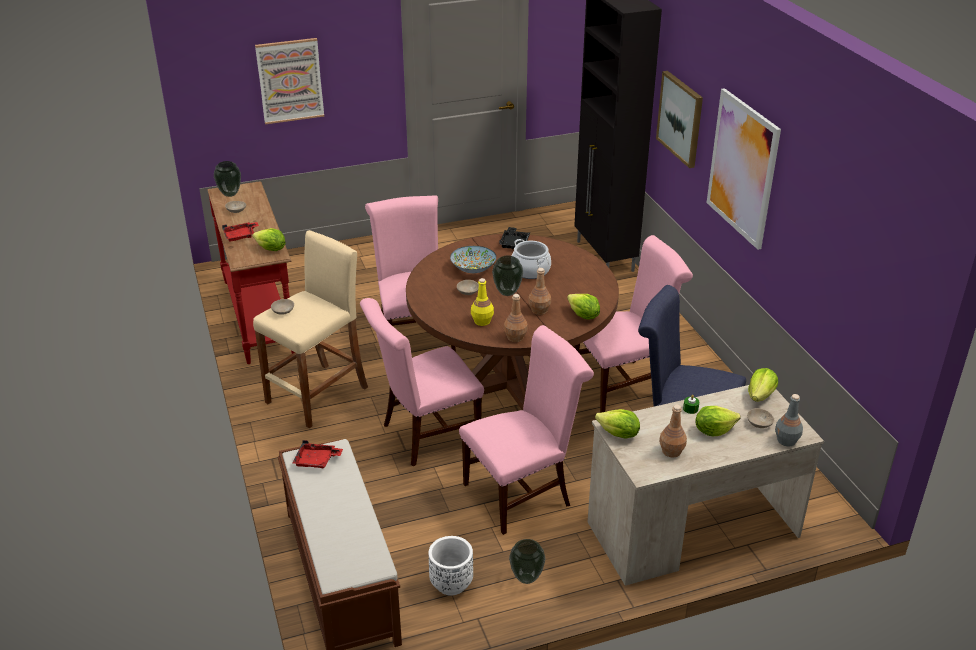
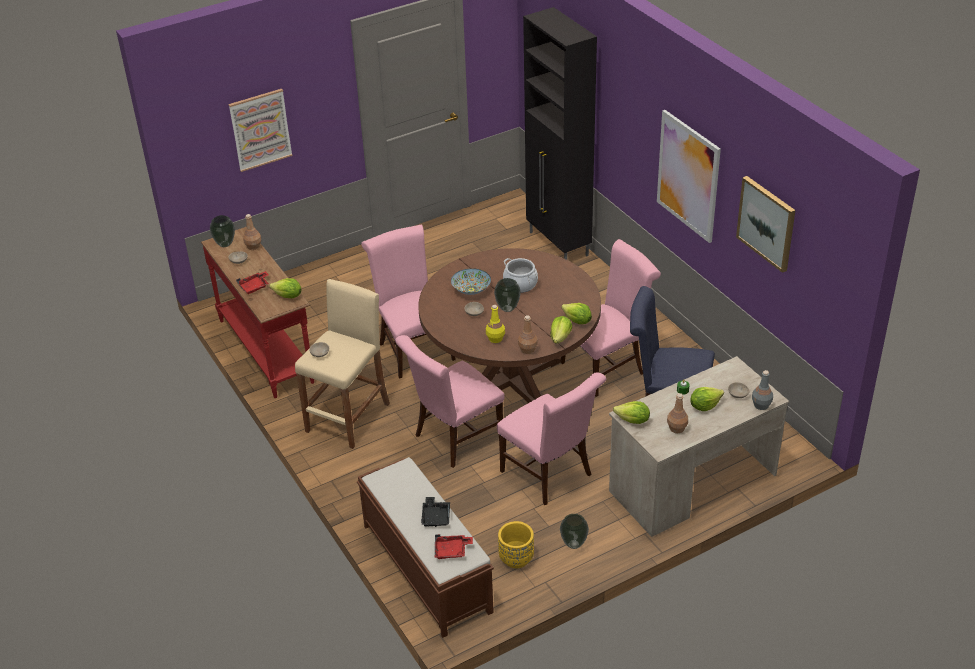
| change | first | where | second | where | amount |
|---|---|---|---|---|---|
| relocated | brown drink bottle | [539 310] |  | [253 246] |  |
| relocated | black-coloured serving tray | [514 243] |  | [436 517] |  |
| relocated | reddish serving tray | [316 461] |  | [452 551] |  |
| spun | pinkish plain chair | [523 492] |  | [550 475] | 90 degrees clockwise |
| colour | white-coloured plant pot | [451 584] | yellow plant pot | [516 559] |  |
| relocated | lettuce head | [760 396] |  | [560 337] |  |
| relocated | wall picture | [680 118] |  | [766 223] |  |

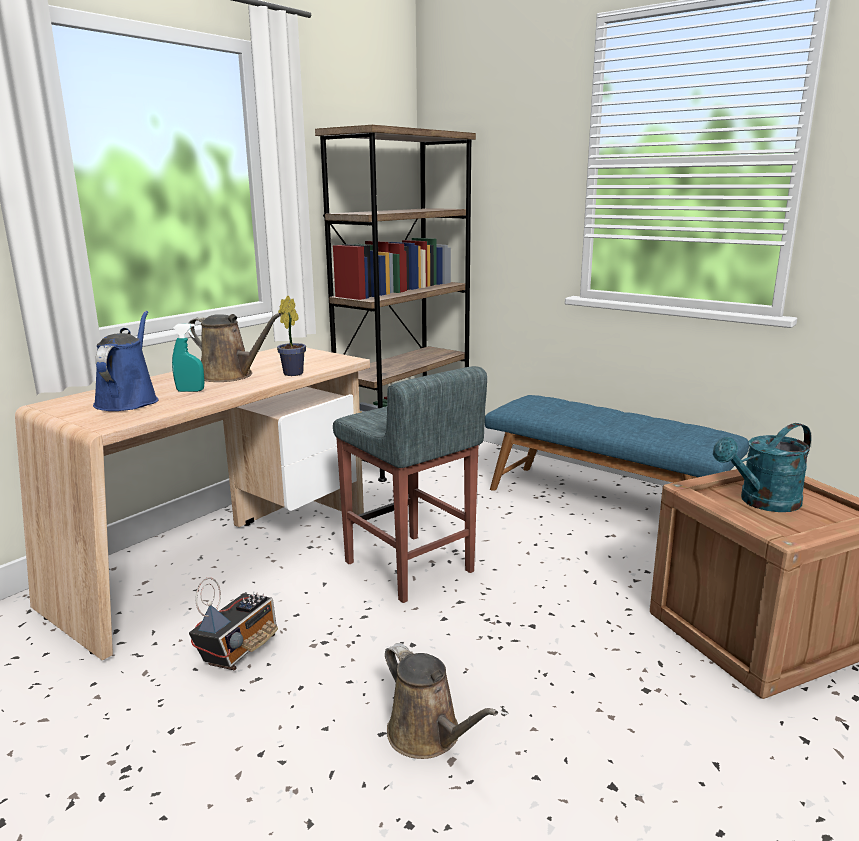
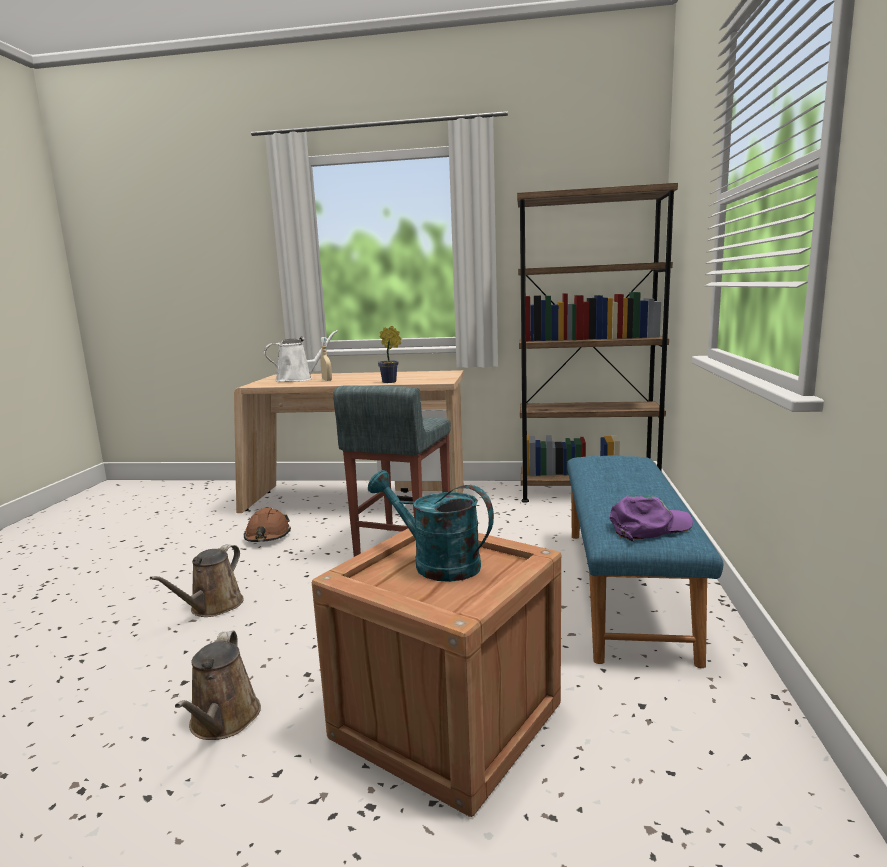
| change | first | where | second | where | amount |
|---|---|---|---|---|---|
| relocated | brown watering pot | [230 376] |  | [223 722] |  |
| exchanged | radio | [240 650] | brown hard hat | [267 536] |  |
| colour | blue-coloured watering pot | [129 400] | white-coloured watering pot | [298 379] |  |
| colour | turquoise sprayer | [190 391] | sand-coloured sprayer | [327 380] |  |
| appeared |  |  | purple-coloured peaked cap | [649 527] |  |

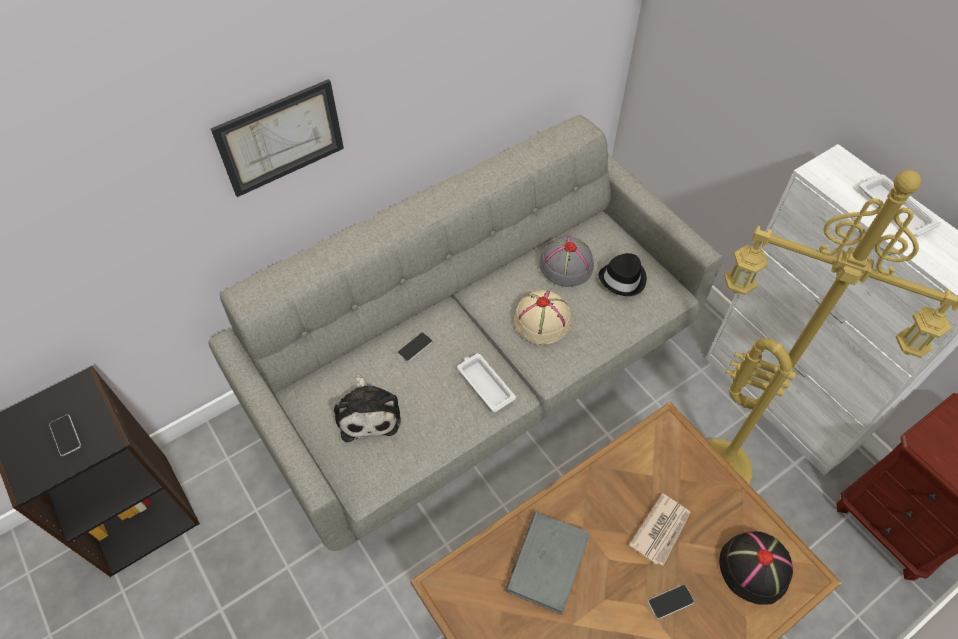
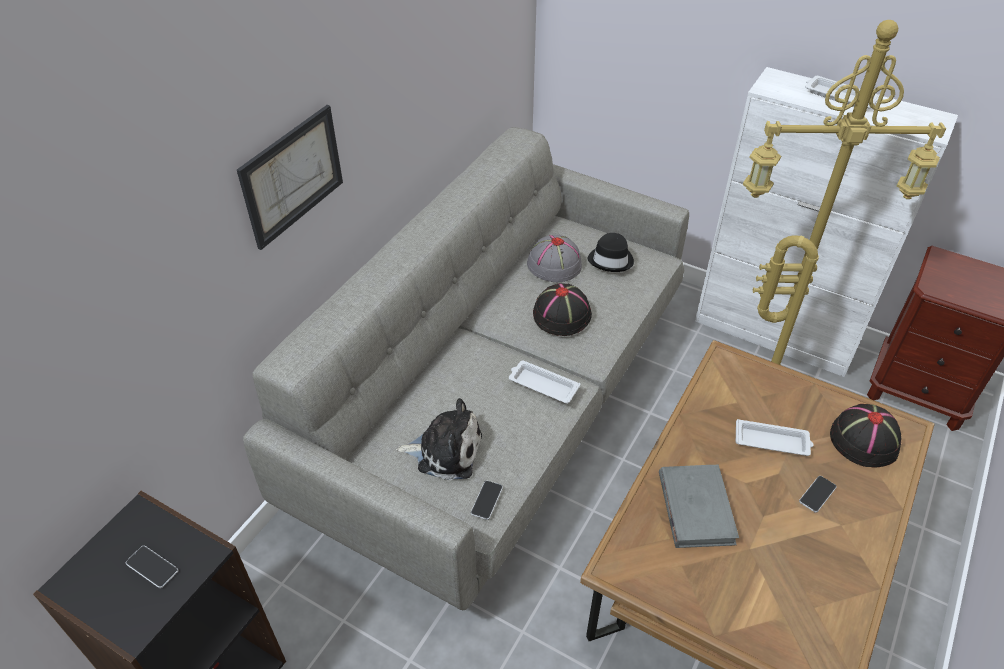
| change | first | where | second | where | amount |
|---|---|---|---|---|---|
| spun | cuddly toy | [368 413] |  | [445 451] | 45 degrees counterclockwise |
| relocated | telephone | [415 347] |  | [486 500] |  |
| colour | sand-coloured wearable hat | [543 320] | black-coloured wearable hat | [562 315] |  |
| exchanged | newspaper | [661 530] | white-coloured serving tray | [772 441] |  |

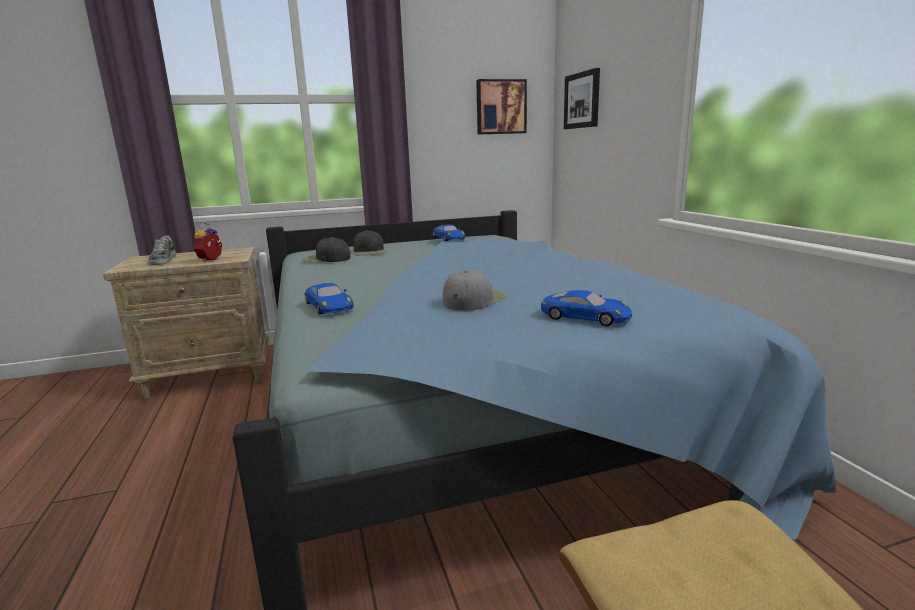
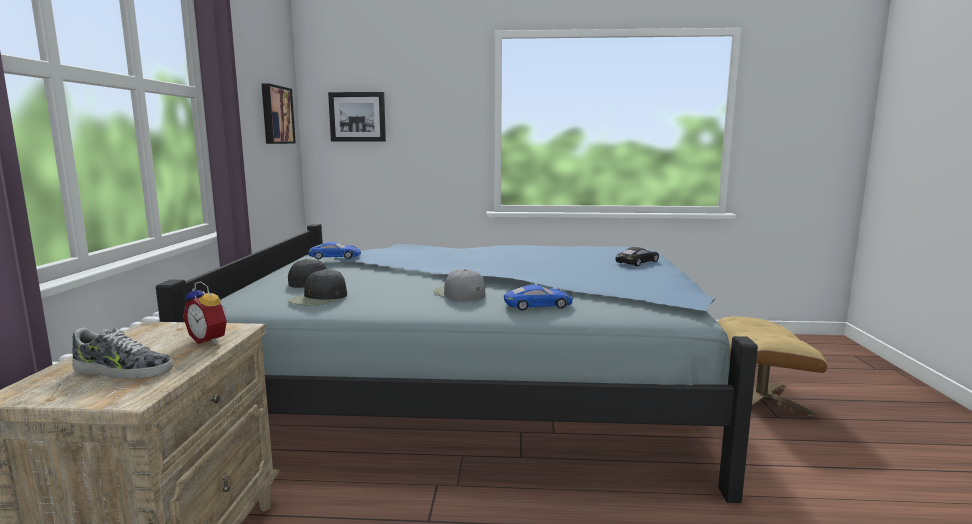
| change | first | where | second | where | amount |
|---|---|---|---|---|---|
| relocated | greyish peaked cap | [473 300] |  | [458 294] |  |
| colour | blue-coloured miniature car | [585 317] | black-coloured miniature car | [637 262] |  |

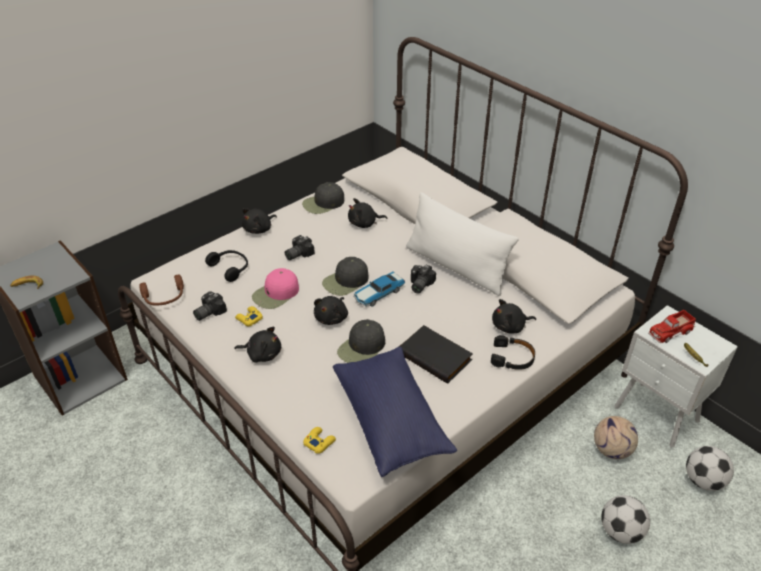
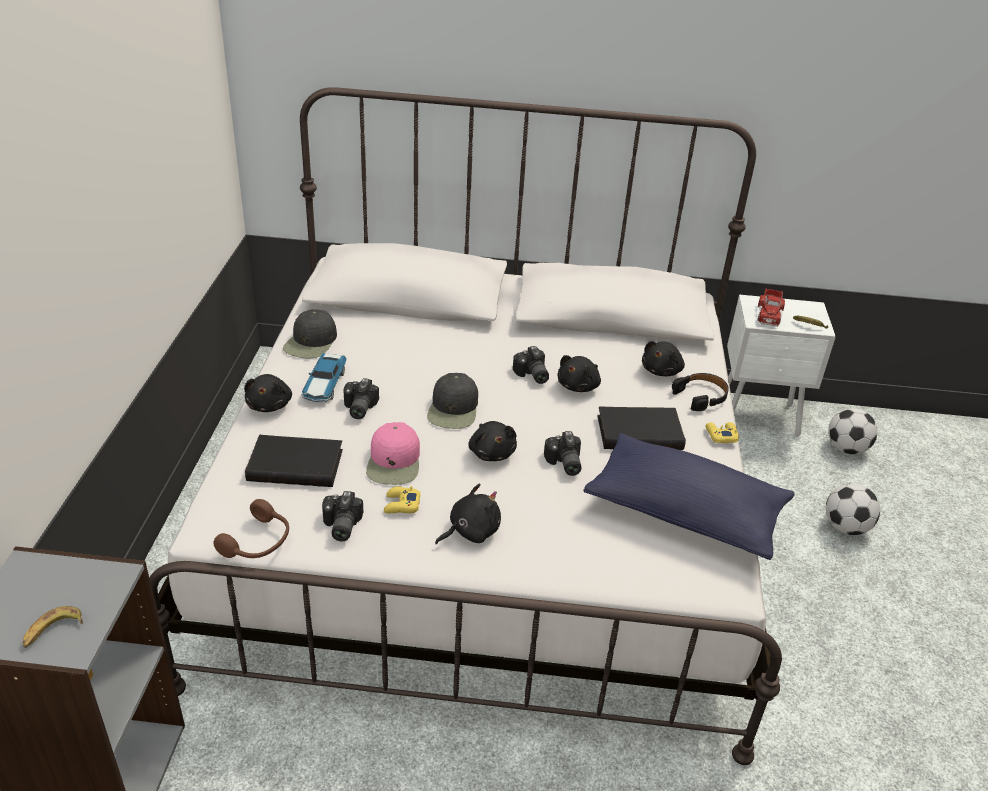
| change | first | where | second | where | amount |
|---|---|---|---|---|---|
| exchanged | black-coloured headphones | [230 268] | black-coloured book | [296 464] |  |
| relocated | miniature car | [378 294] |  | [324 385] |  |
| exchanged | black-coloured peaked cap | [362 348] | still camera | [563 464] |  |
| relocated | black-coloured cuddly toy | [364 223] |  | [579 386] |  |
| relocated | yellow joypad | [319 442] |  | [721 435] |  |
| missing | white-coloured pillow | [456 267] |  |  |  |
| missing | ball for football | [611 449] |  |  |  |

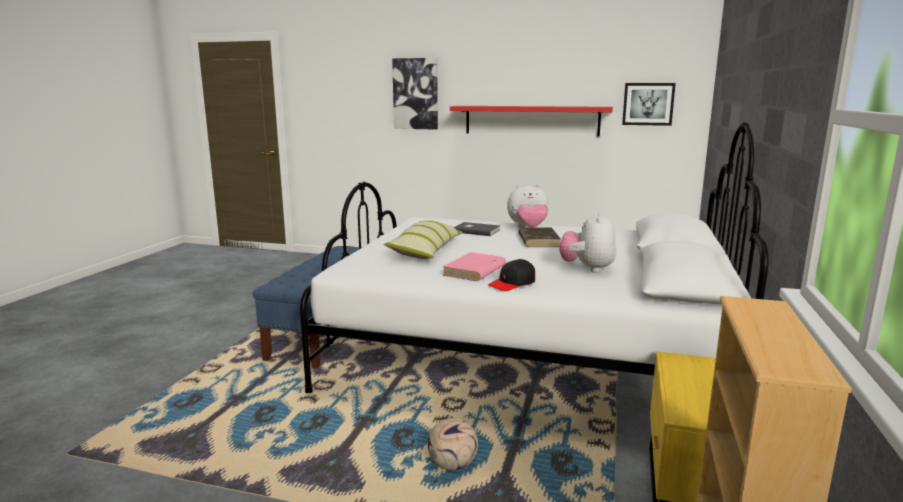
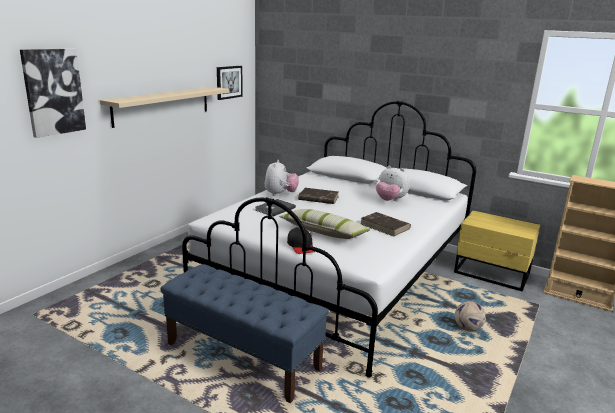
| change | first | where | second | where | amount |
|---|---|---|---|---|---|
| colour | reddish bracket shelf | [531 120] | sand-coloured bracket shelf | [163 105] |  |
| relocated | black-coloured peaked cap | [512 284] |  | [301 246] |  |
| colour | pinkish book | [474 270] | brown book | [385 226] |  |

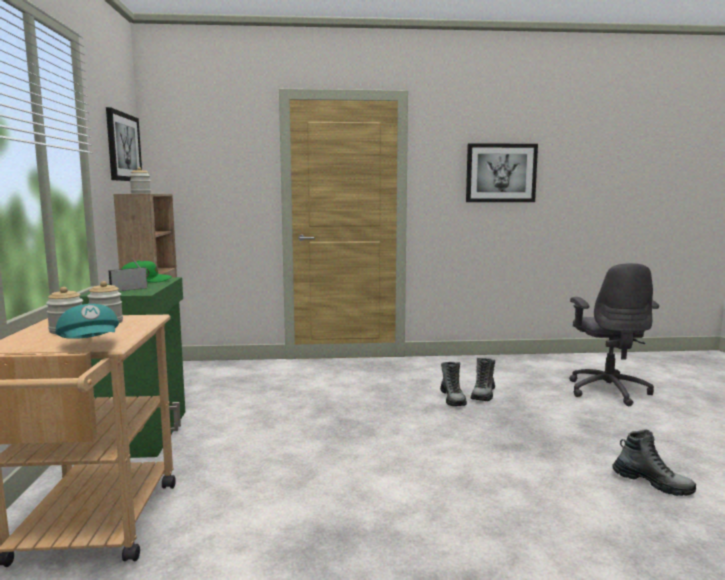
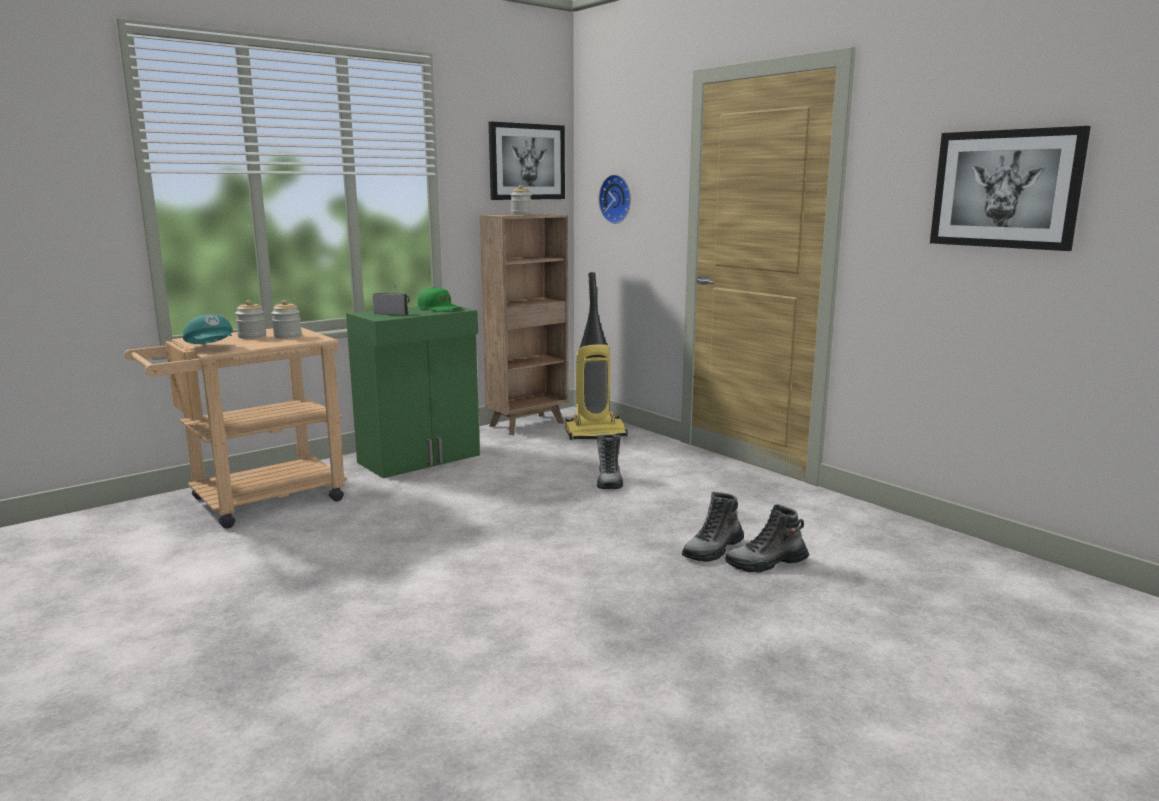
| change | first | where | second | where | amount |
|---|---|---|---|---|---|
| spun | turquoise peaked cap | [91 344] |  | [211 347] | 60 degrees counterclockwise |
| appeared |  |  | hoover | [596 433] |  |
| relocated | high-top boot | [652 483] |  | [609 481] |  |
| appeared |  |  | wall clock | [617 199] |  |
| missing | greyish office chair | [608 391] |  |  |  |

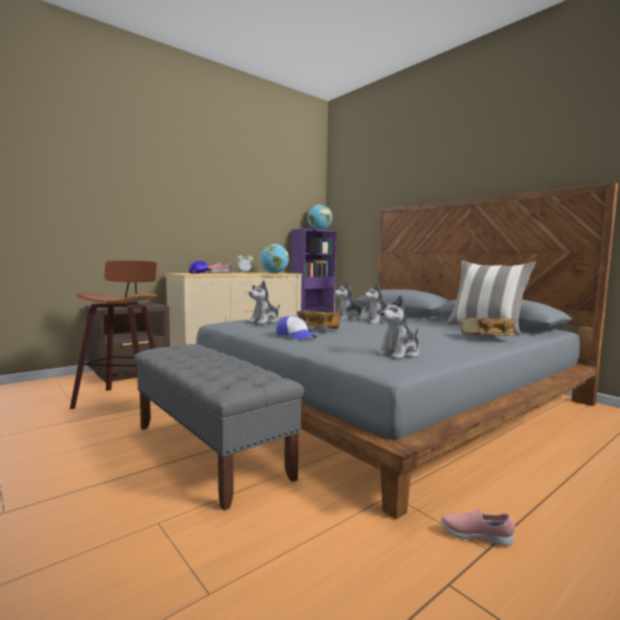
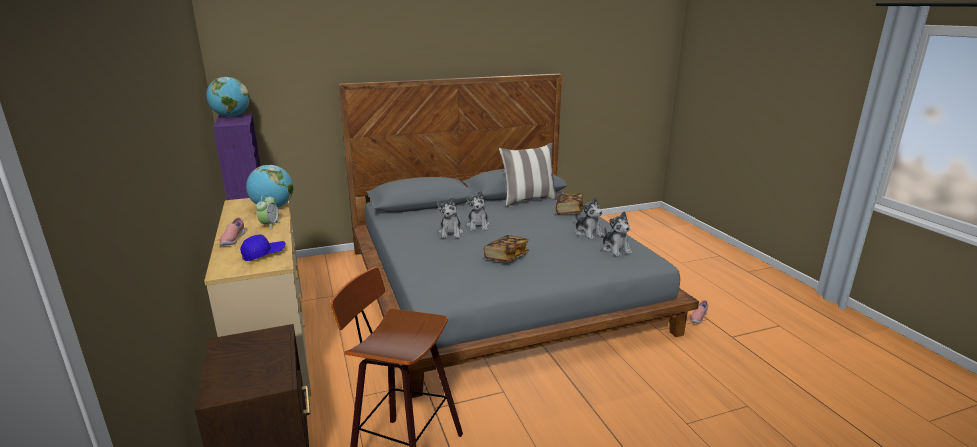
| change | first | where | second | where | amount |
|---|---|---|---|---|---|
| relocated | cuddly toy | [265 321] |  | [588 233] |  |
| missing | greyish long seat | [210 451] |  |  |  |
| missing | peaked cap | [296 336] |  |  |  |

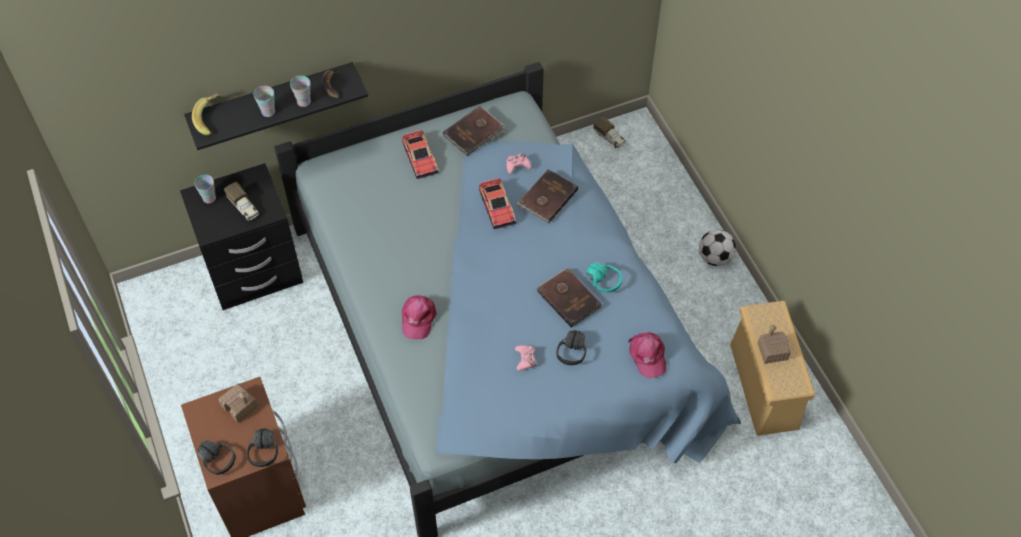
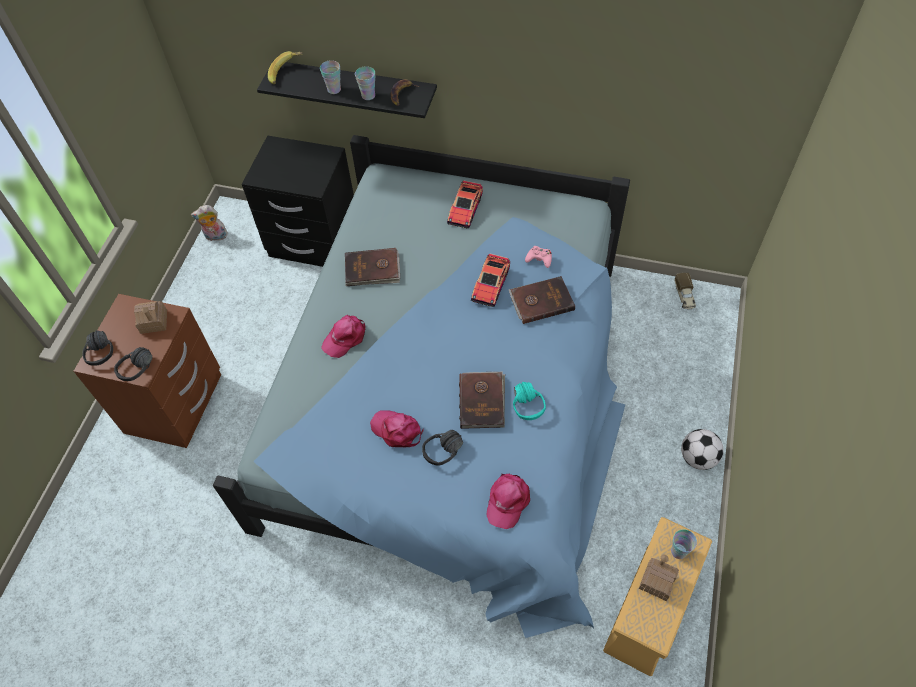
| change | first | where | second | where | amount |
|---|---|---|---|---|---|
| appeared |  |  | cuddly toy | [215 237] |  |
| relocated | brown book | [474 133] |  | [372 269] |  |
| exchanged | pinkish joypad | [525 359] | pinkish peaked cap | [397 430] |  |
| relocated | drinking cup | [209 198] |  | [678 551] |  |
| missing | model truck | [244 207] |  |  |  |

